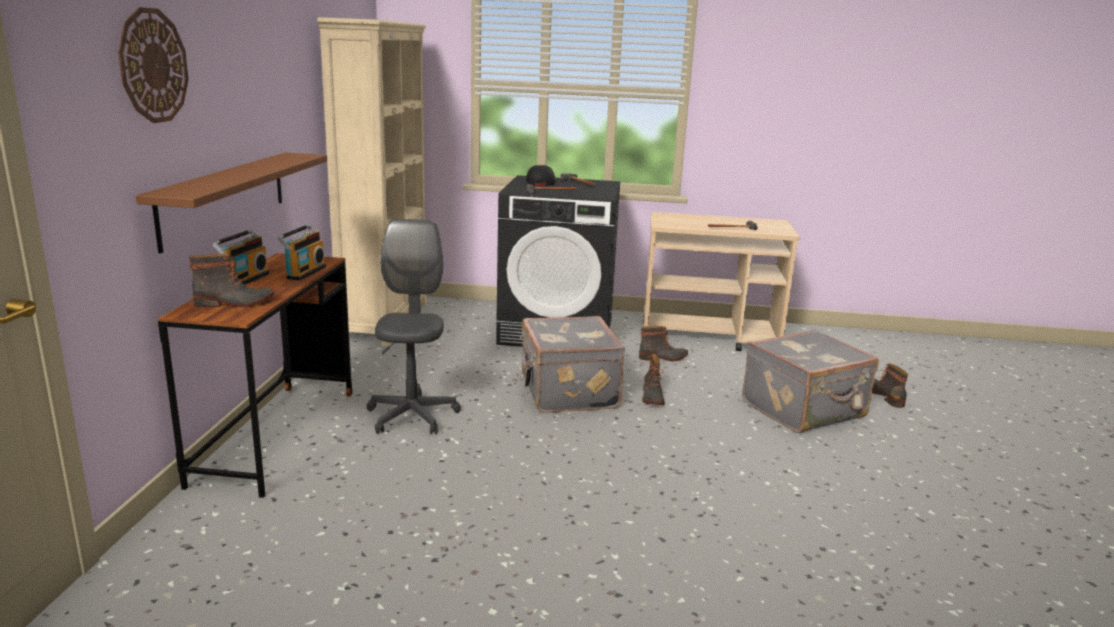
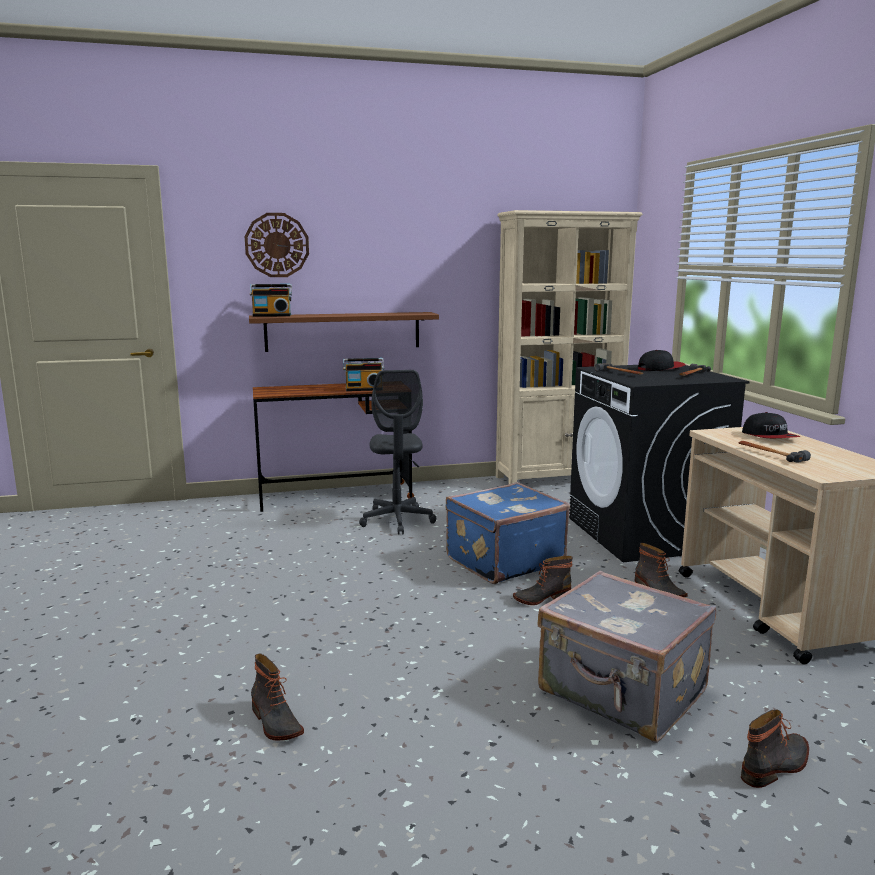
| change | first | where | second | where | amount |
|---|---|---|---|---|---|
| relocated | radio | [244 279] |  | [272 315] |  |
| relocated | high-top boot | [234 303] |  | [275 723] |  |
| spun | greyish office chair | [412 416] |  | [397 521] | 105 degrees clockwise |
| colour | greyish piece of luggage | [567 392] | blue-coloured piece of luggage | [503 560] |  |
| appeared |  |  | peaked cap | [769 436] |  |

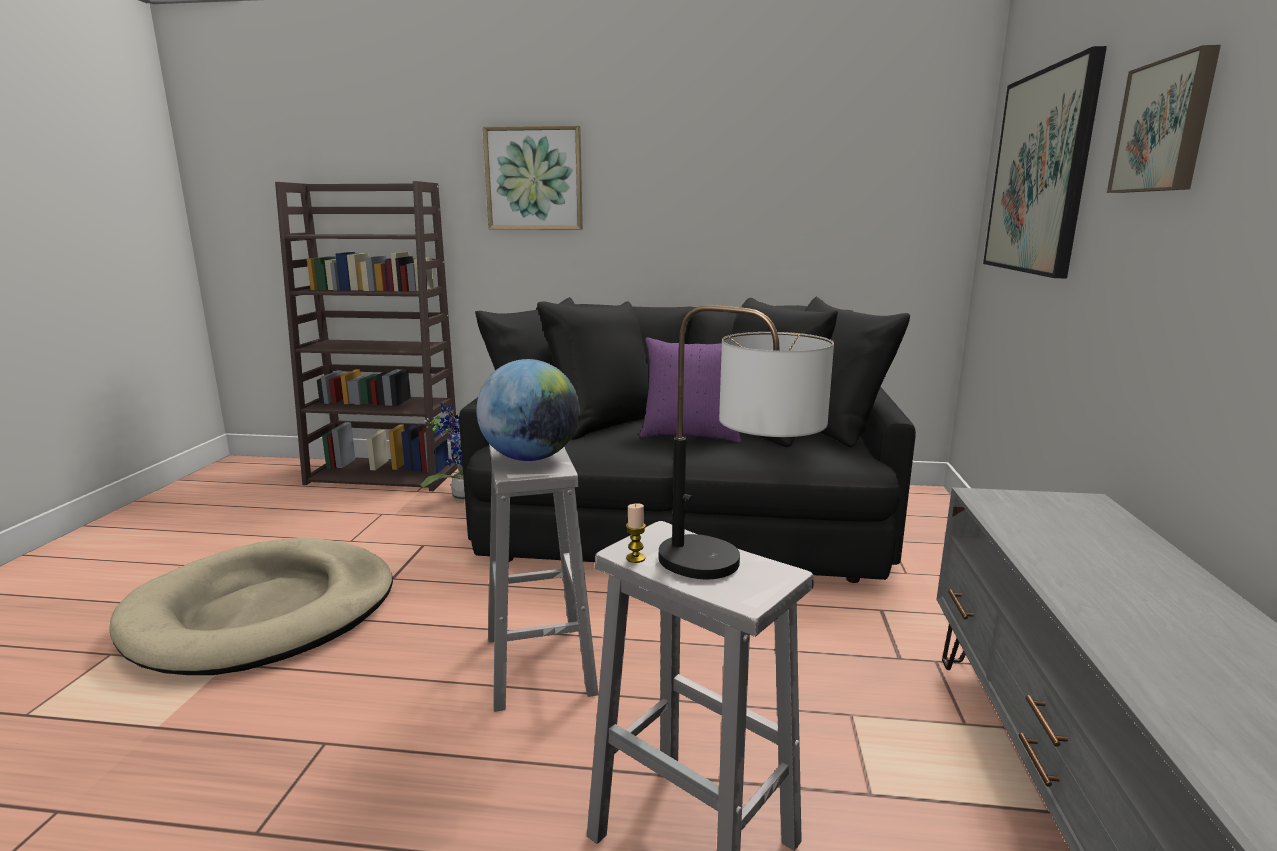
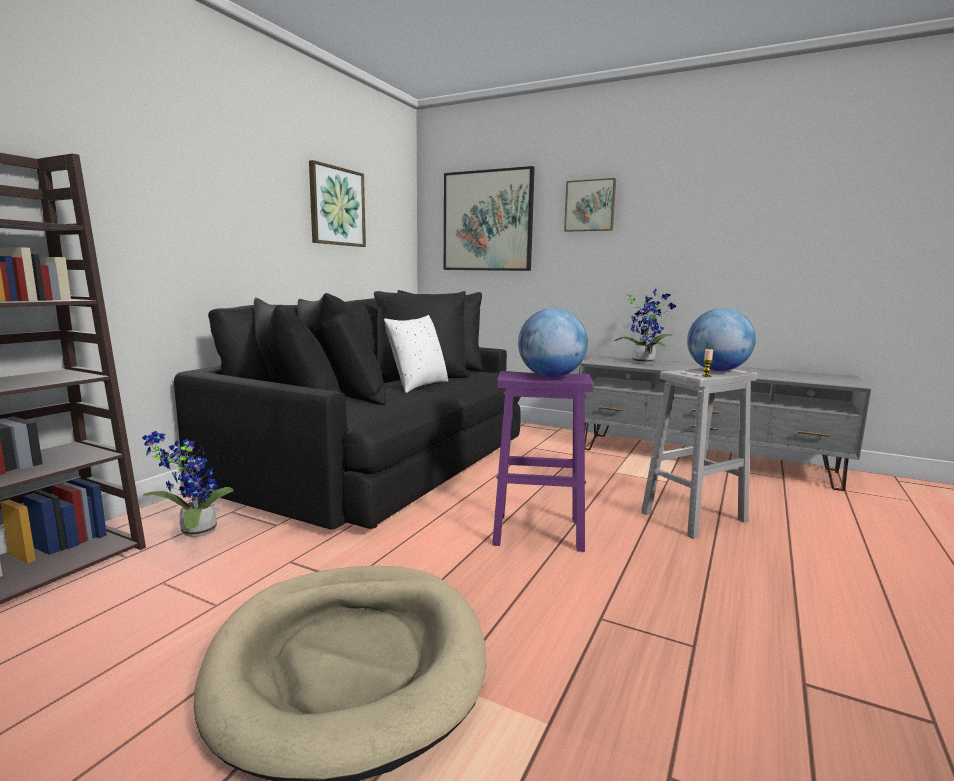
| change | first | where | second | where | amount |
|---|---|---|---|---|---|
| relocated | wall picture | [534 179] |  | [337 206] |  |
| colour | purple-coloured pillow | [691 434] | white-coloured pillow | [418 385] |  |
| colour | white-coloured sitting stool | [540 666] | purple-coloured sitting stool | [540 532] |  |
| appeared |  |  | potted plant | [644 362] |  |
| exchanged | tabletop lamp | [735 572] | globe | [717 370] |  |

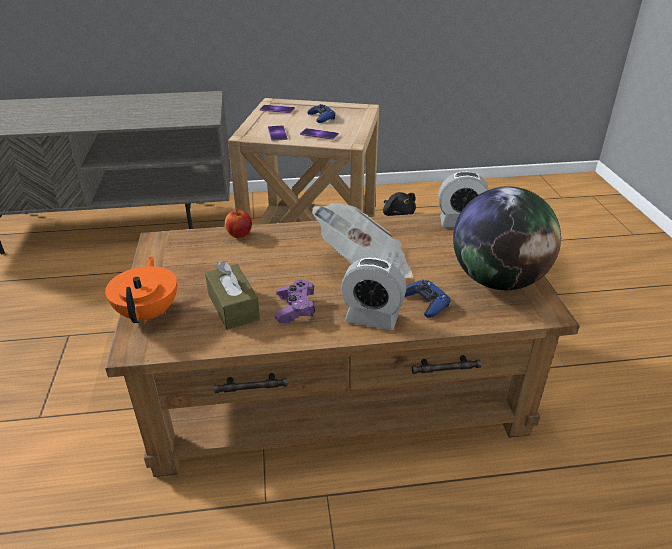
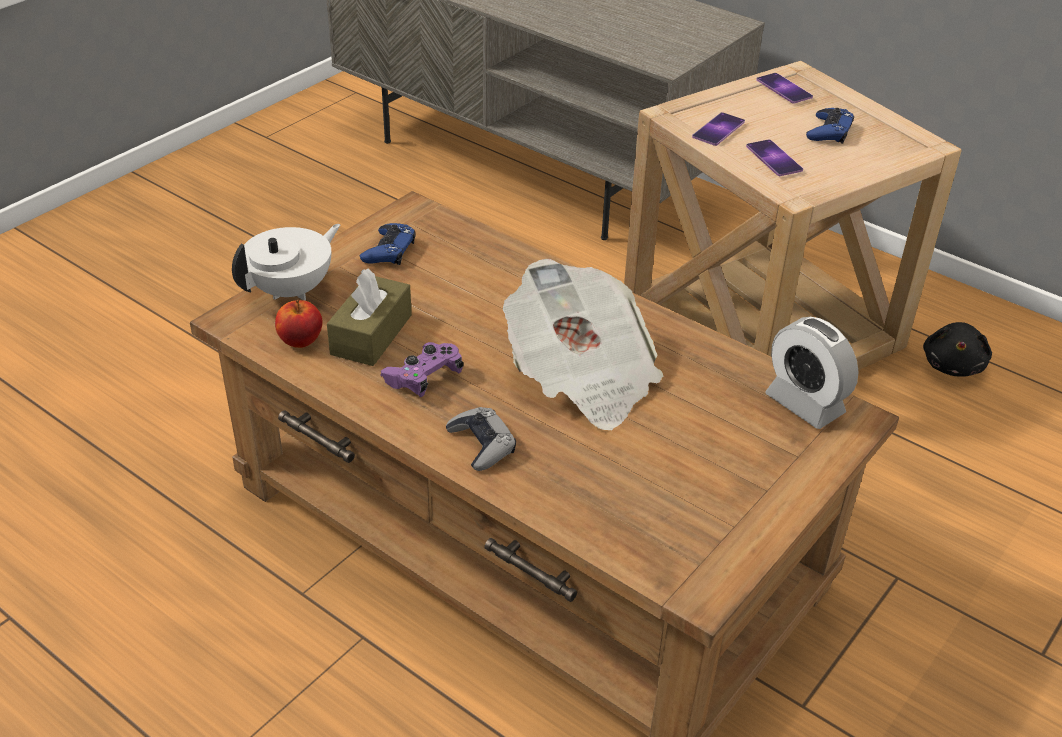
| change | first | where | second | where | amount |
|---|---|---|---|---|---|
| colour | orange-coloured pot for tea | [148 313] | white-coloured pot for tea | [292 290] |  |
| relocated | apple | [239 235] |  | [300 341] |  |
| relocated | blue-coloured joypad | [426 302] |  | [389 250] |  |
| exchanged | table clock | [372 318] | greyish joypad | [482 444] |  |
| missing | globe | [497 280] |  |  |  |

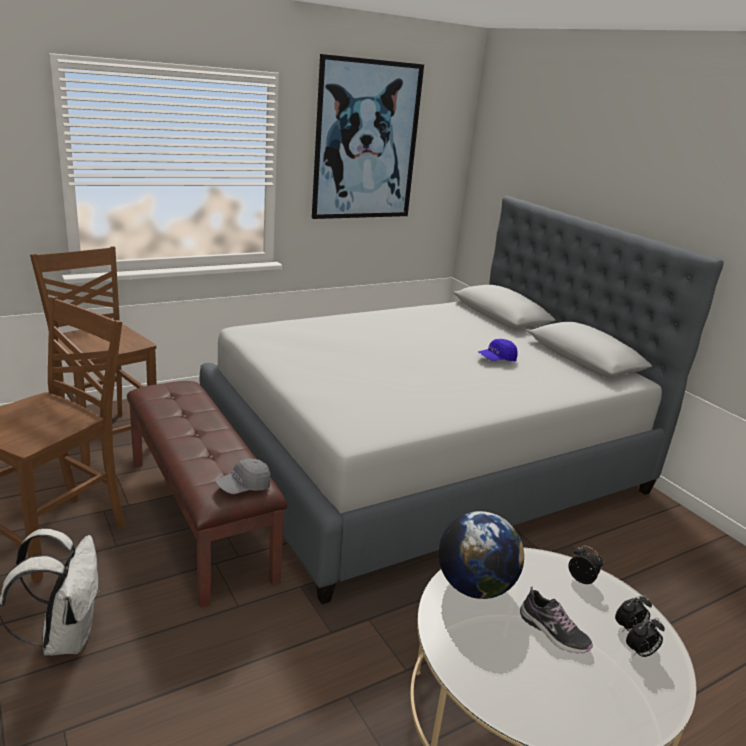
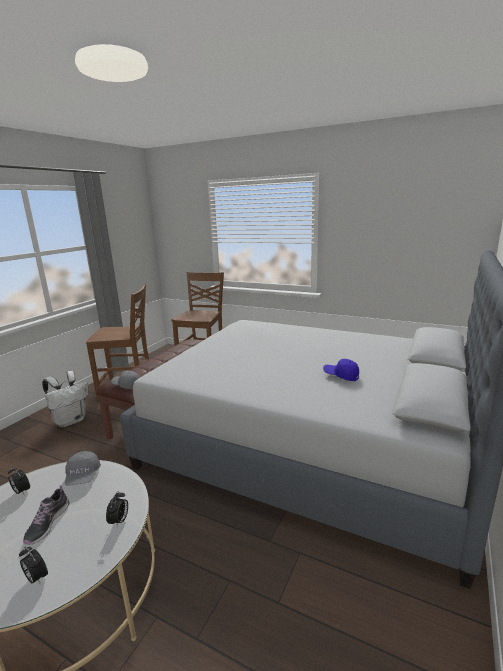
| change | first | where | second | where | amount |
|---|---|---|---|---|---|
| relocated | table clock | [629 629] |  | [21 491] |  |
| exchanged | globe | [474 587] | greyish peaked cap | [83 476] |  |
| missing | wall picture | [366 141] |  |  |  |

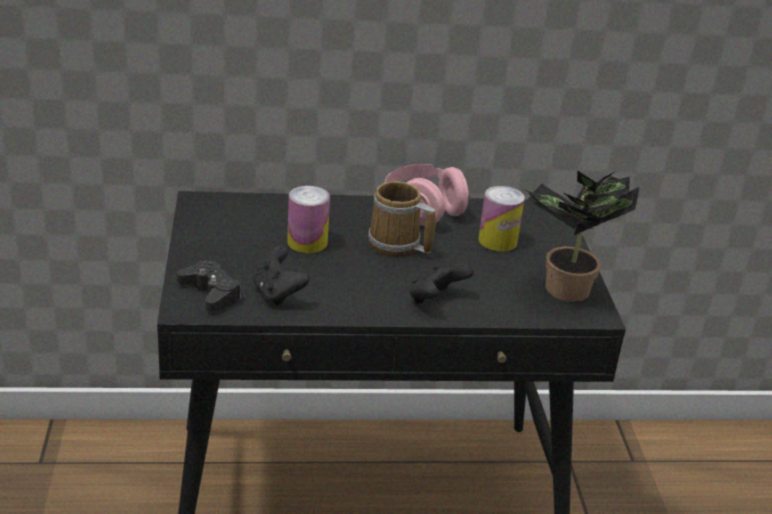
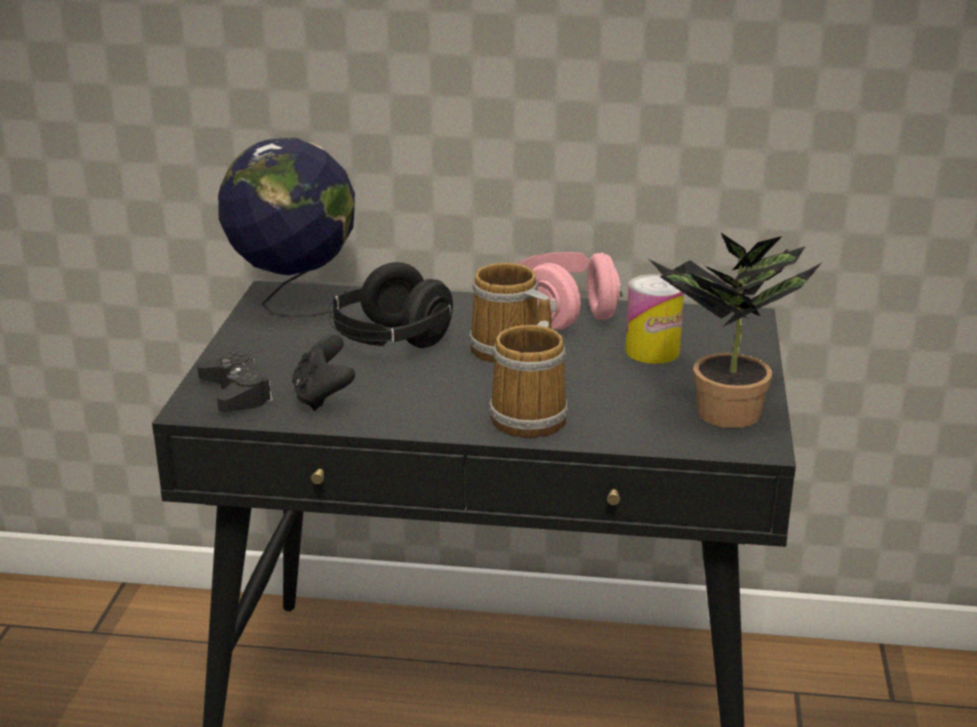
| change | first | where | second | where | amount |
|---|---|---|---|---|---|
| appeared |  |  | globe | [293 303] |  |
| exchanged | sealed can | [307 242] | black-coloured headphones | [390 342] |  |
| exchanged | black-coloured joypad | [436 300] | mug | [532 416] |  |

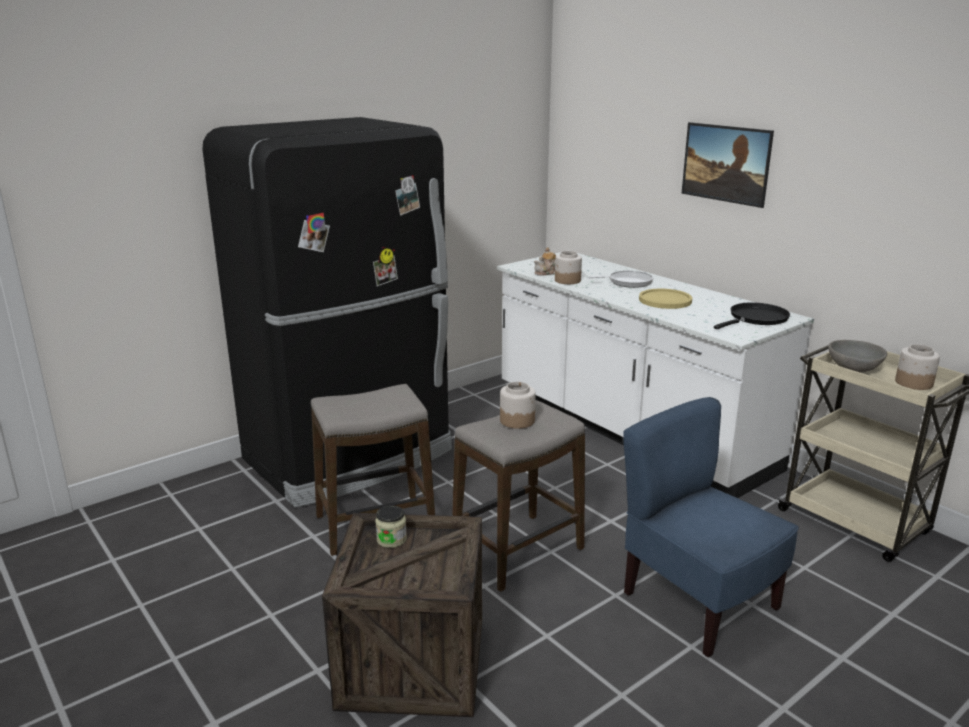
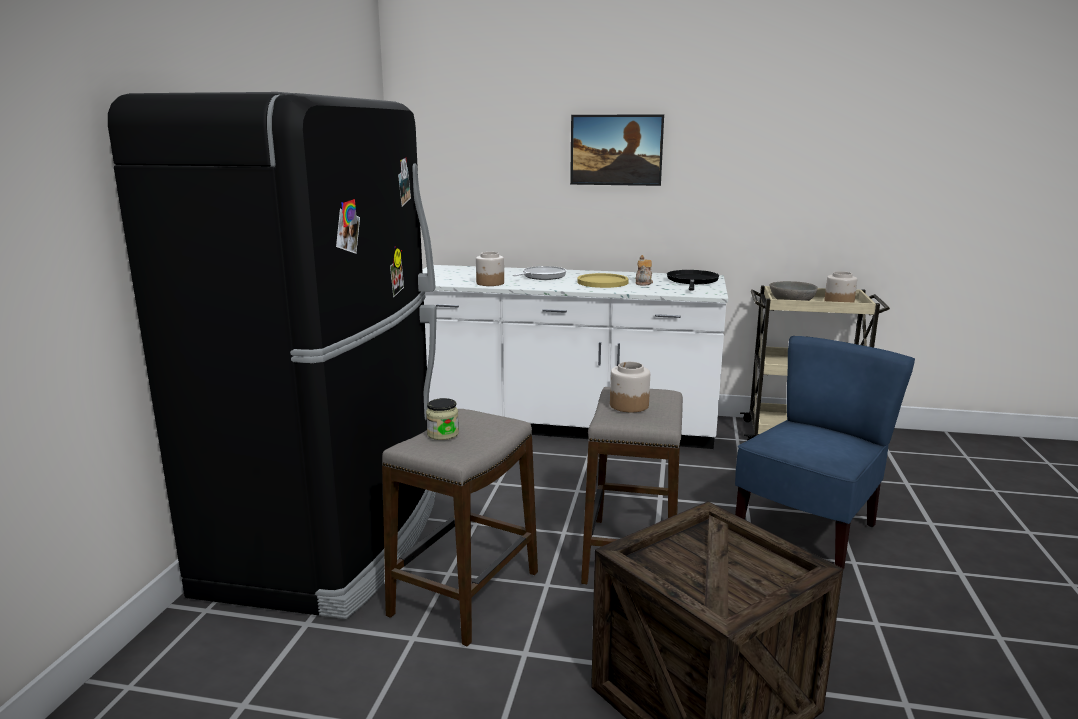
| change | first | where | second | where | amount |
|---|---|---|---|---|---|
| relocated | storage jar | [391 539] |  | [443 434] |  |
| relocated | pot for tea | [546 273] |  | [643 283] |  |
| spun | blue-coloured plain chair | [698 602] |  | [808 529] | 120 degrees clockwise |

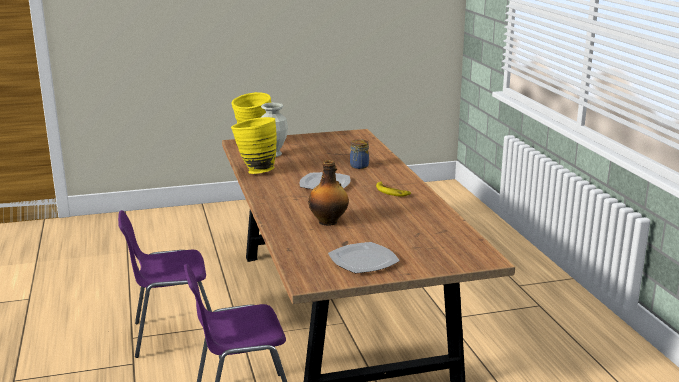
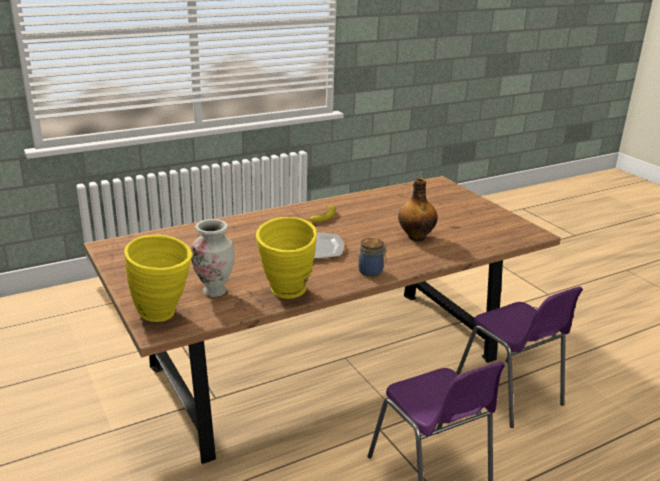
| change | first | where | second | where | amount |
|---|---|---|---|---|---|
| relocated | storage jar | [359 166] |  | [371 271] |  |
| missing | flat dish | [363 261] |  |  |  |

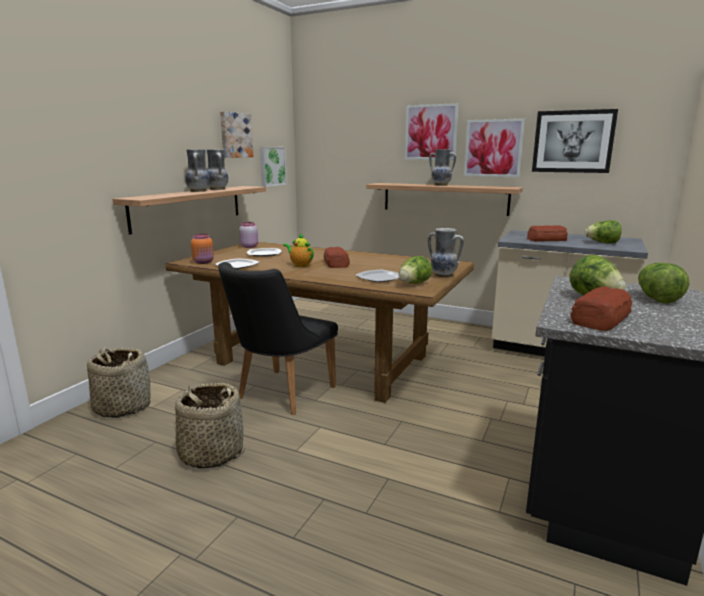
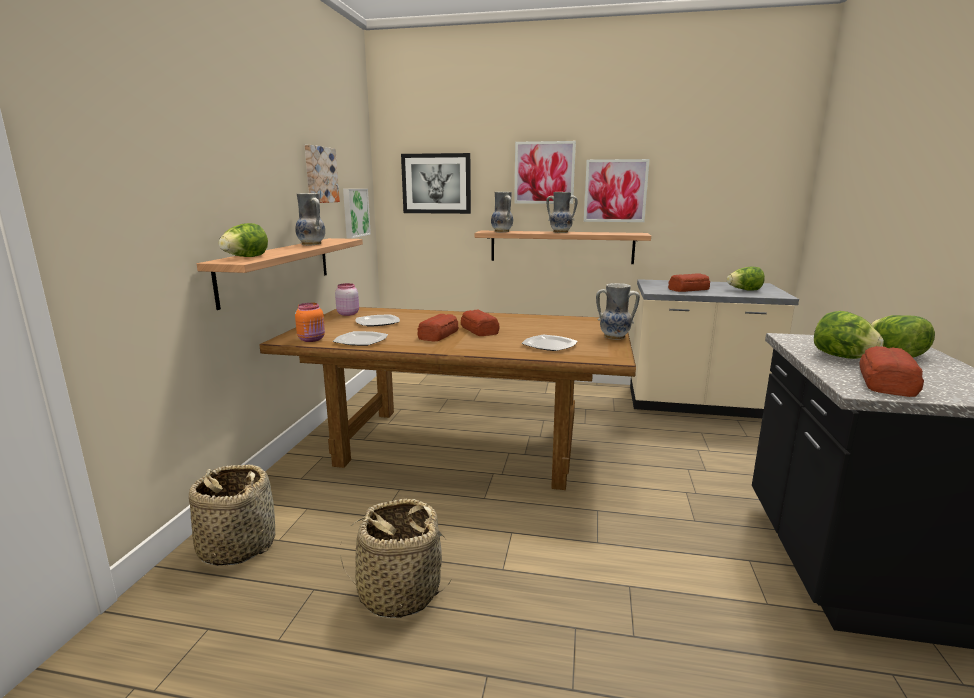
| change | first | where | second | where | amount |
|---|---|---|---|---|---|
| relocated | lettuce head | [413 284] |  | [245 257] |  |
| relocated | wall picture | [573 141] |  | [436 183] |  |
| exchanged | pot for tea | [300 265] | bakery bread | [439 335] |  |
| relocated | flower vase | [199 191] |  | [502 232] |  |
| missing | black-coloured plain chair | [280 395] |  |  |  |

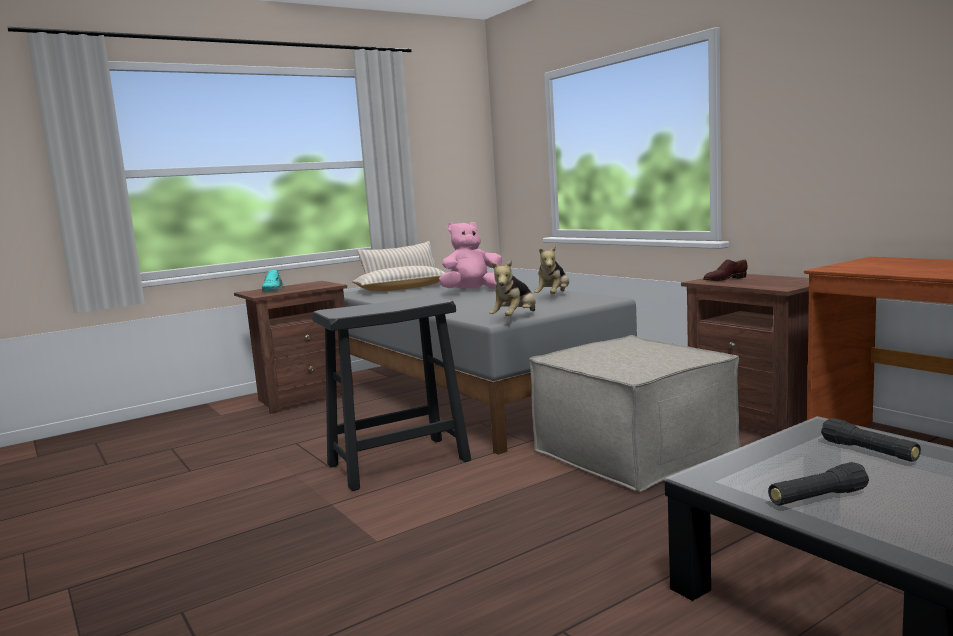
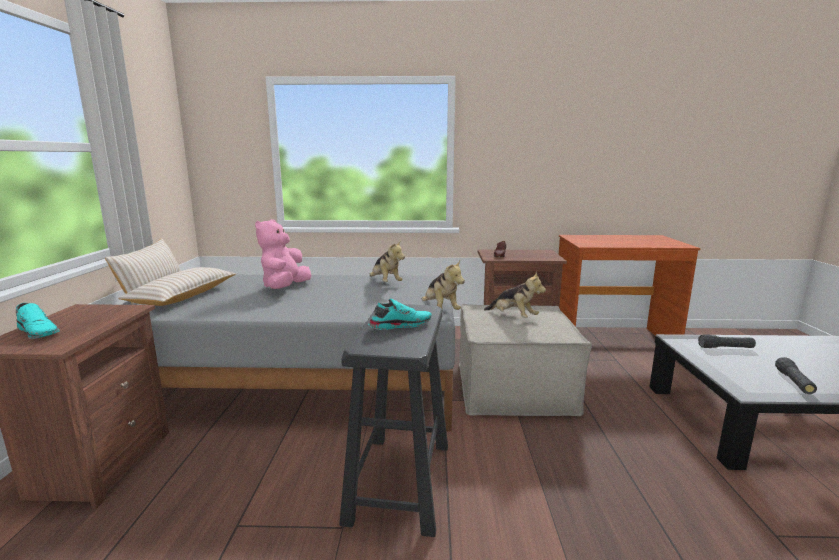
| change | first | where | second | where | amount |
|---|---|---|---|---|---|
| appeared |  |  | turquoise low shoe | [400 325] |  |
| appeared |  |  | cuddly toy | [513 317] |  |

